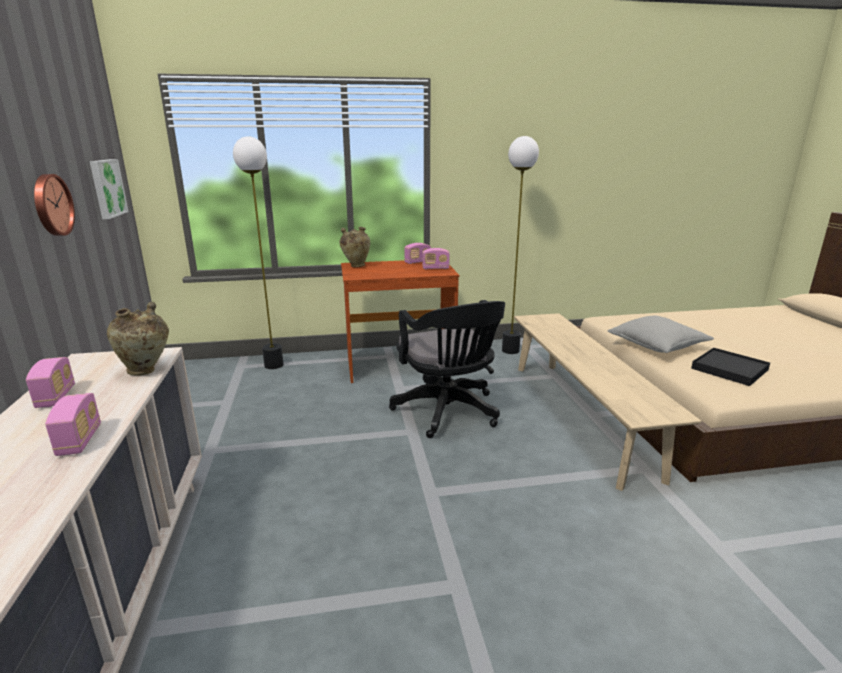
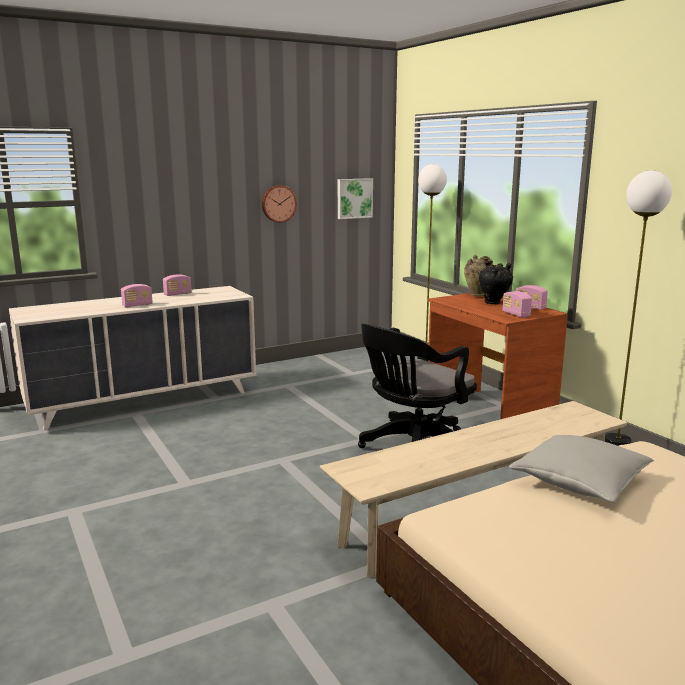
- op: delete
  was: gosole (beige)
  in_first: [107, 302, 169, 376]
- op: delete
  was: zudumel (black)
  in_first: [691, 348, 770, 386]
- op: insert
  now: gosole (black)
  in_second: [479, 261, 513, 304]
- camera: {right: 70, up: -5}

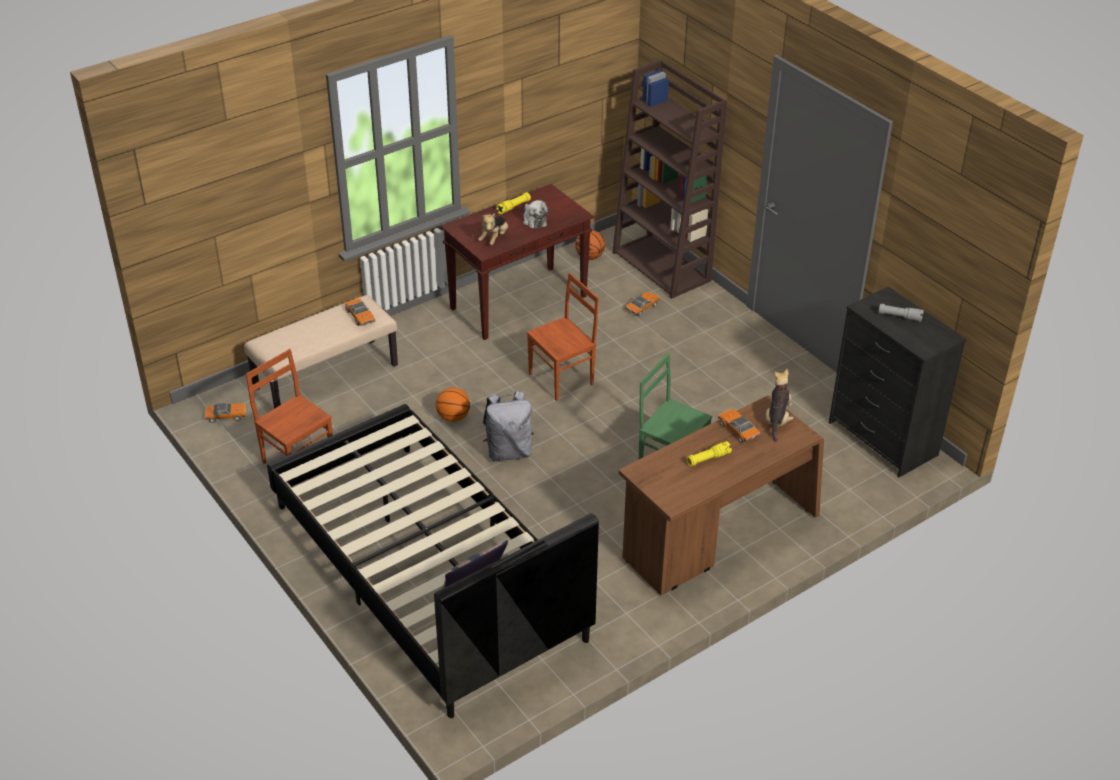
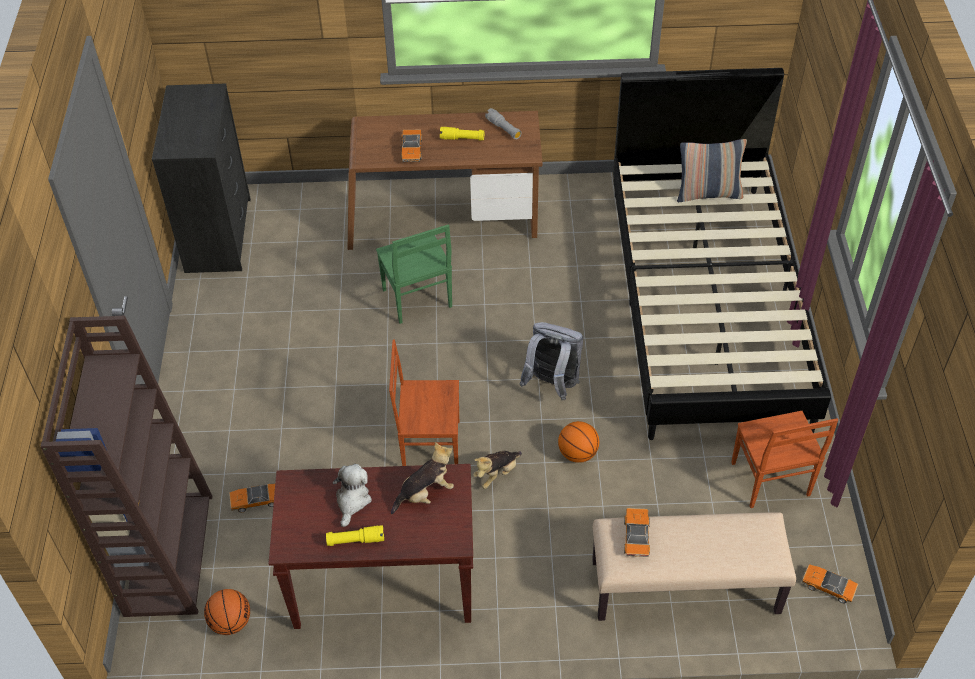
- op: move
  was: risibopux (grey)
  in_first: [878, 304, 924, 322]
  in_second: [485, 108, 522, 139]
- op: move
  was: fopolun
  in_first: [766, 369, 794, 442]
  in_second: [473, 451, 522, 489]
- camera: {right: -145, up: 10}

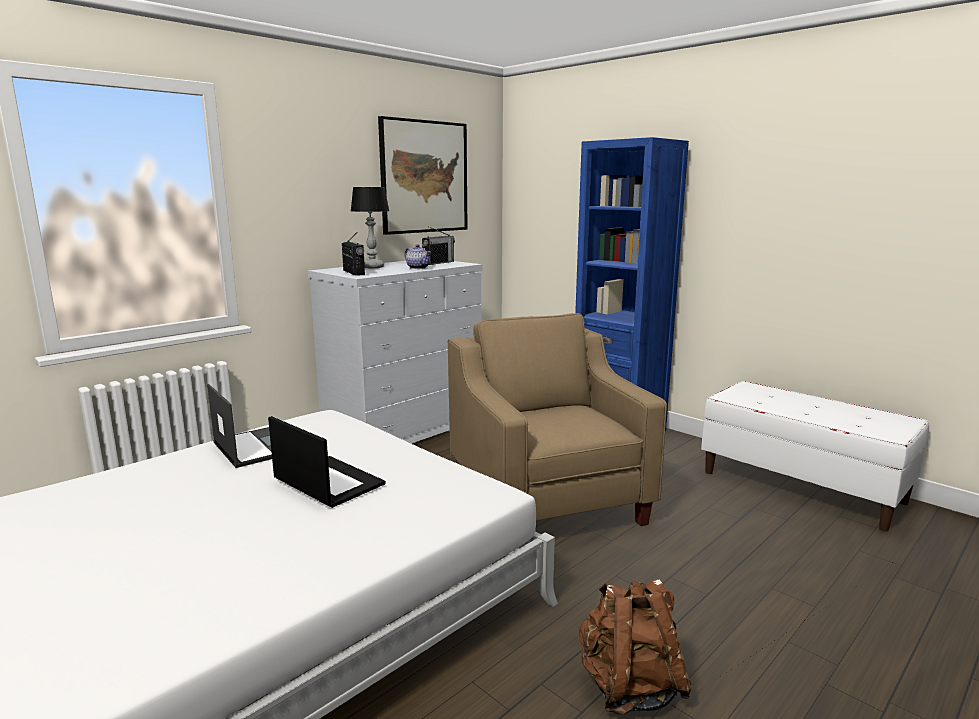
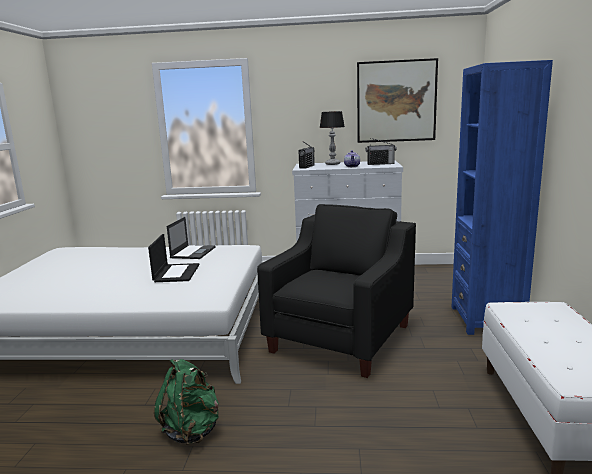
- op: recolor
  was: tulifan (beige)
  now: tulifan (black)
  in_first: [448, 313, 667, 526]
  in_second: [257, 204, 416, 378]
- op: recolor
  was: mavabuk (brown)
  now: mavabuk (green)
  in_first: [579, 579, 692, 715]
  in_second: [154, 359, 219, 445]
- camera: {right: 50, up: 0}

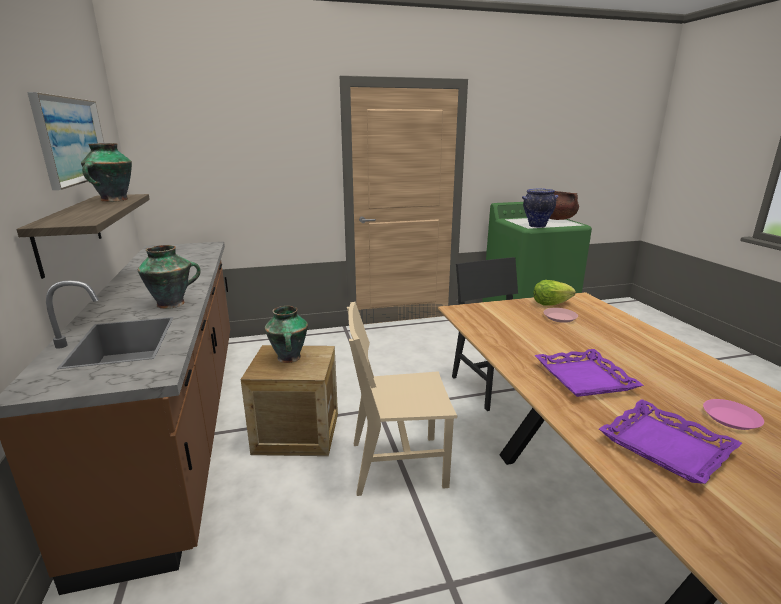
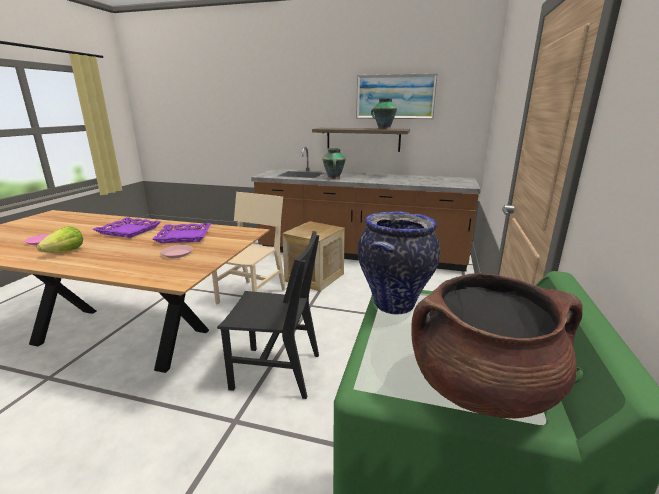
- op: move
  was: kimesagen
  in_first: [533, 280, 576, 305]
  in_second: [37, 226, 83, 253]
- op: delete
  was: gosole
  in_first: [265, 306, 308, 363]
- op: move
  was: zudumel (purple)
  in_first: [599, 399, 742, 484]
  in_second: [153, 223, 211, 243]
- camera: {right: 120, up: 0}

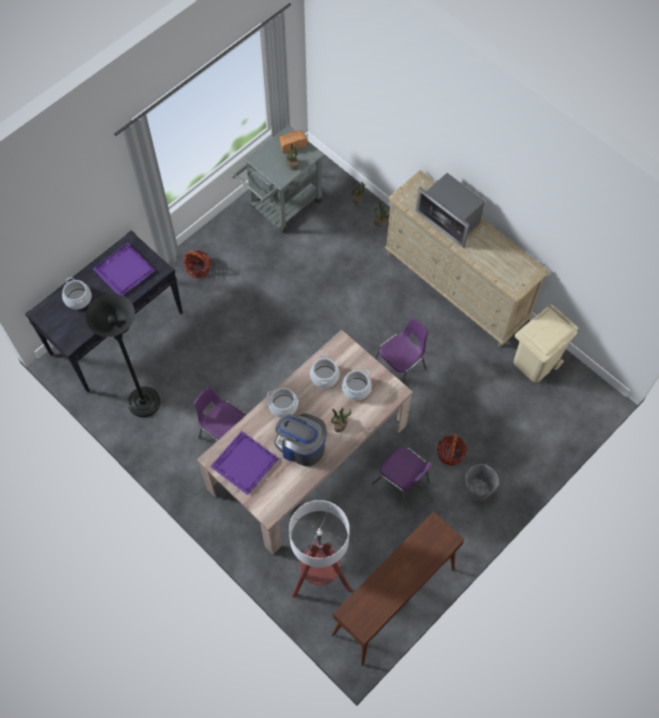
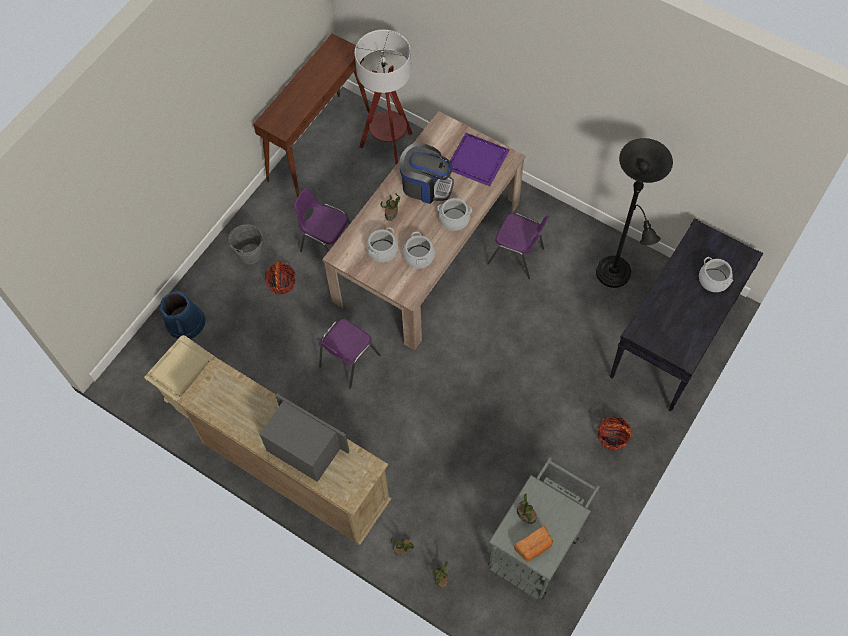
- op: delete
  was: zudumel (purple)
  in_first: [93, 243, 156, 296]
- op: insert
  now: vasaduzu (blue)
  in_second: [160, 291, 206, 339]
- camera: {right: 170, up: 0}

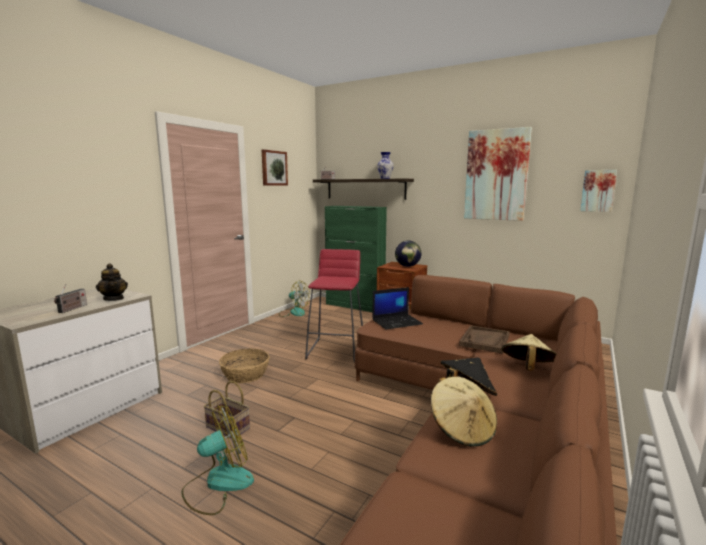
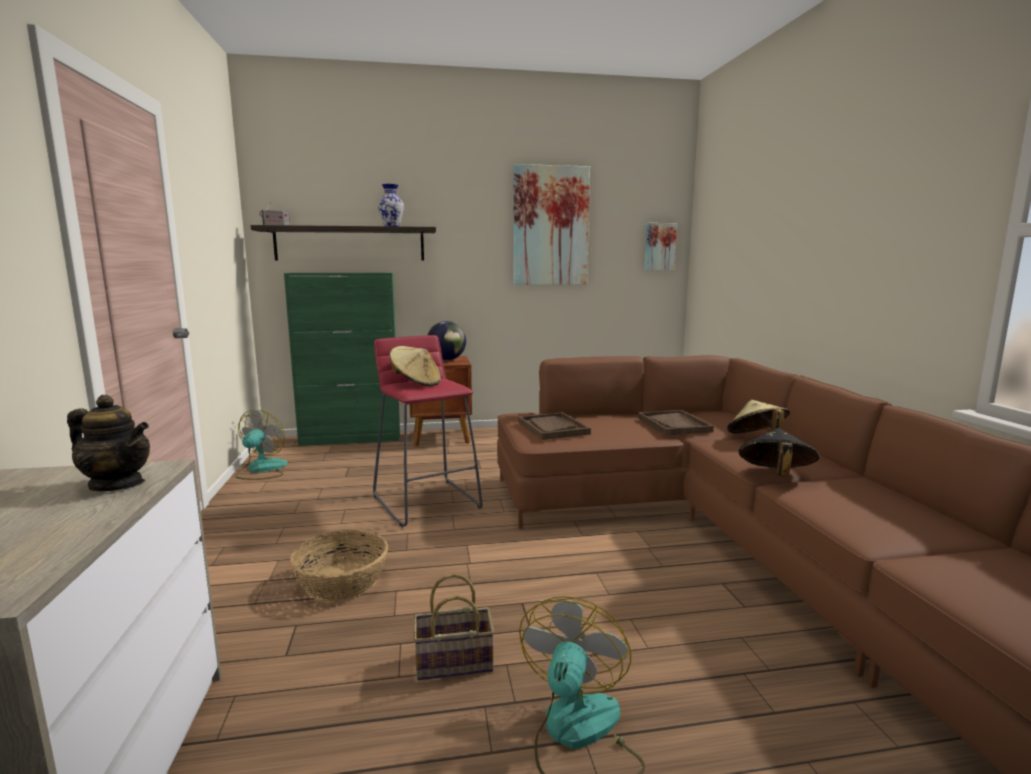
- op: delete
  was: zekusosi
  in_first: [262, 149, 288, 186]
- op: rotate
  was: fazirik
  in_first: [279, 281, 310, 317]
  in_second: [236, 410, 288, 480]
  clockwise: -60
- op: delete
  was: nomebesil
  in_first: [54, 284, 87, 313]
- op: replace
  was: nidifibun
  now: zudumel (brown)
  in_first: [372, 287, 423, 330]
  in_second: [518, 412, 591, 440]
- op: move
  was: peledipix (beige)
  in_first: [431, 377, 497, 447]
  in_second: [389, 346, 441, 386]
- camera: {right: -40, up: 0}

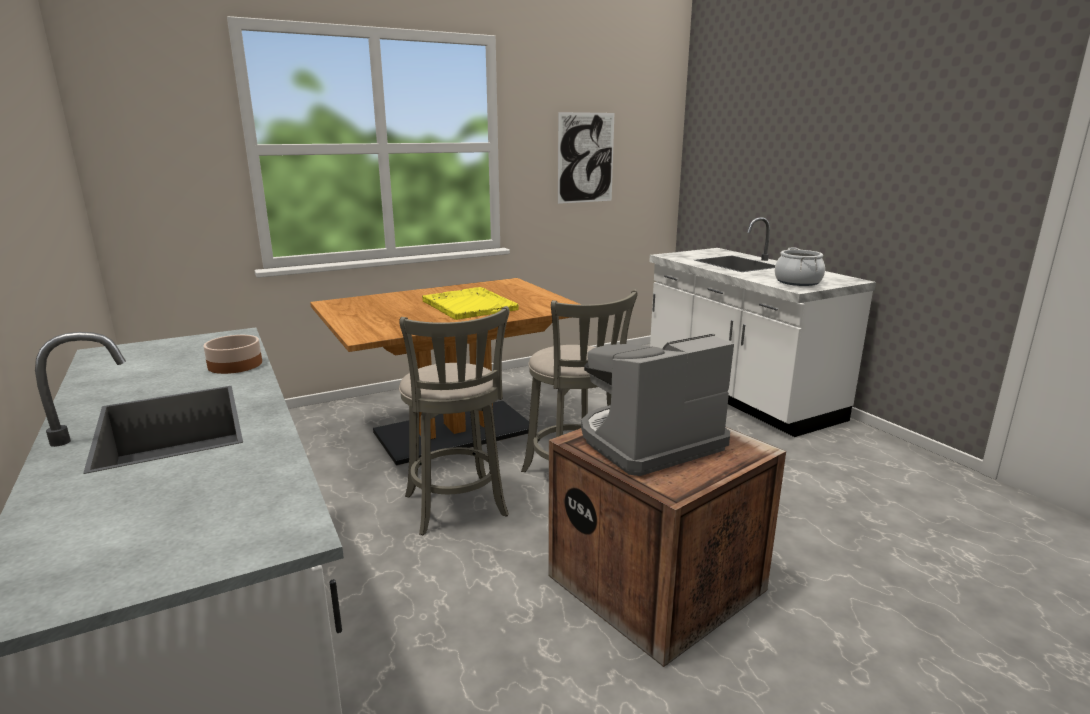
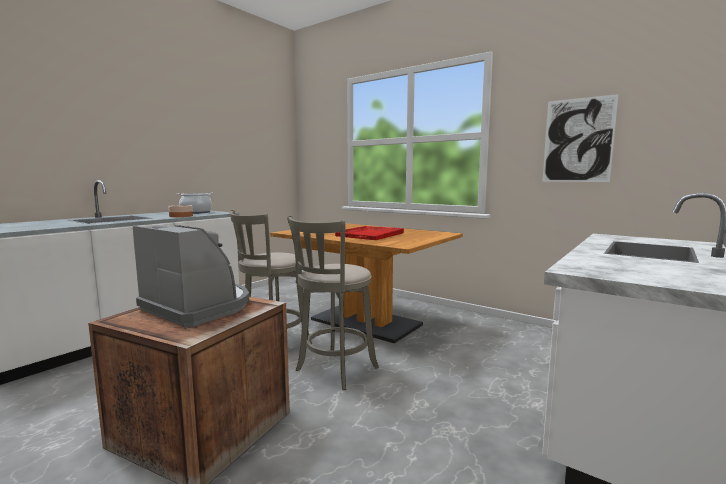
- op: move
  was: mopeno
  in_first: [775, 248, 825, 286]
  in_second: [177, 193, 213, 214]
- op: recolor
  was: zudumel (yellow)
  now: zudumel (red)
  in_first: [422, 287, 519, 320]
  in_second: [335, 226, 404, 240]
- camera: {right: 65, up: -10}

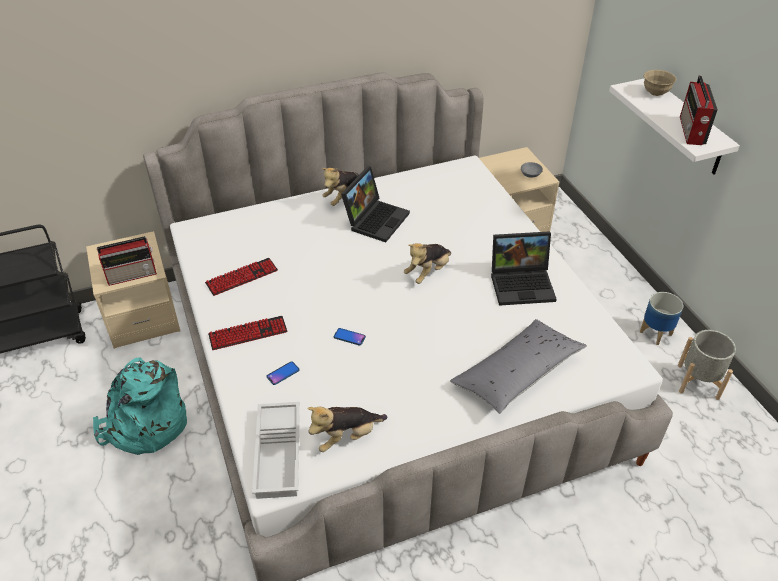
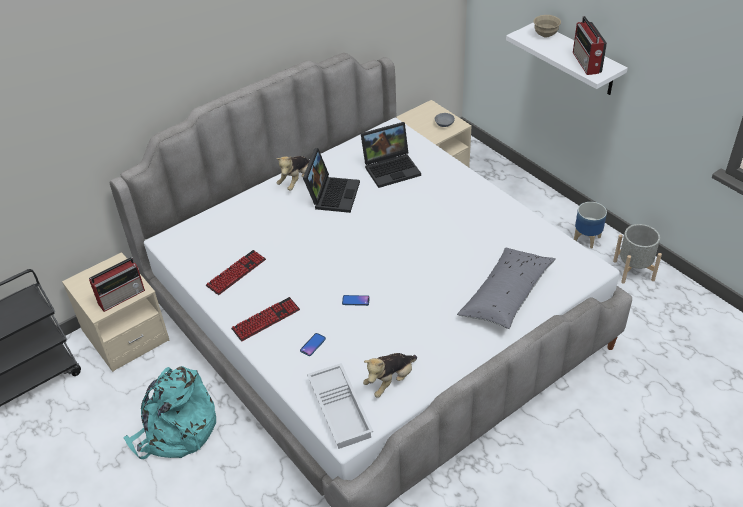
- op: move
  was: nidifibun
  in_first: [491, 231, 557, 306]
  in_second: [361, 122, 421, 188]
- op: delete
  was: fopolun
  in_first: [404, 243, 451, 284]
- camera: {right: -15, up: 0}

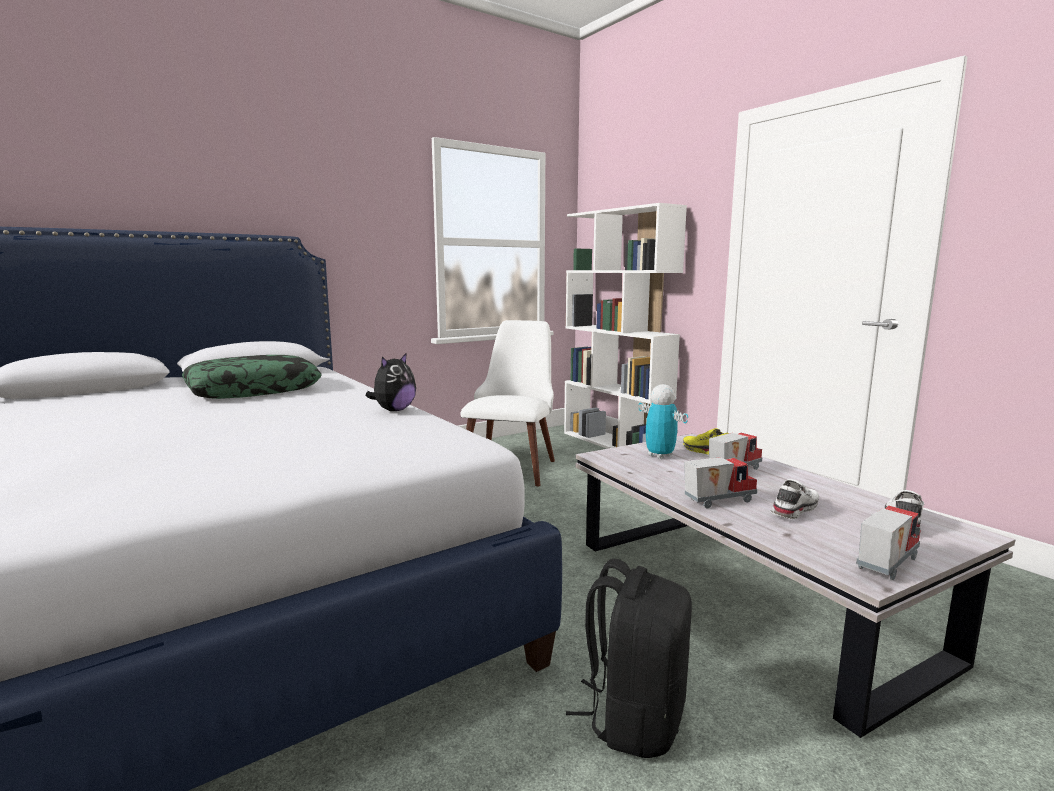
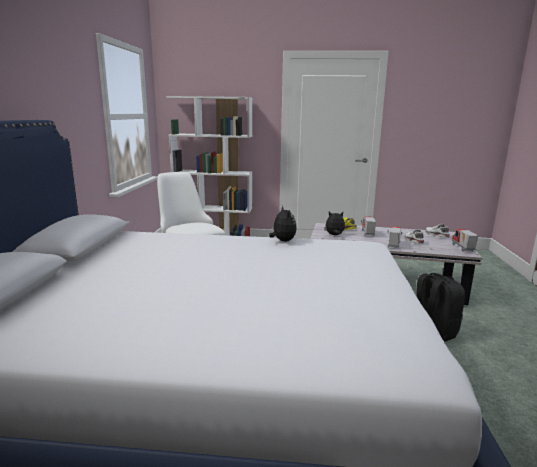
- op: delete
  was: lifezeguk
  in_first: [182, 355, 322, 399]
- op: replace
  was: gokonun
  now: fopolun
  in_first: [638, 384, 688, 459]
  in_second: [324, 211, 345, 235]
- camera: {right: -50, up: 5}

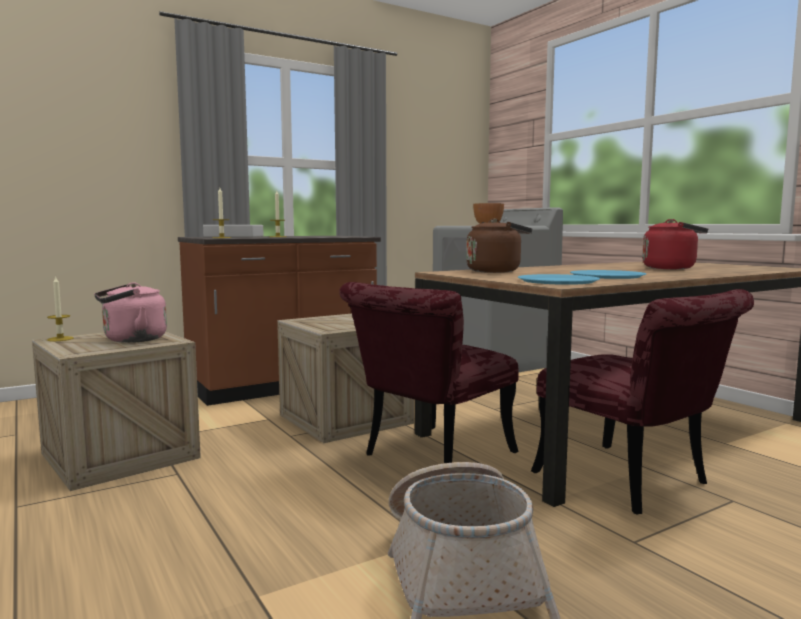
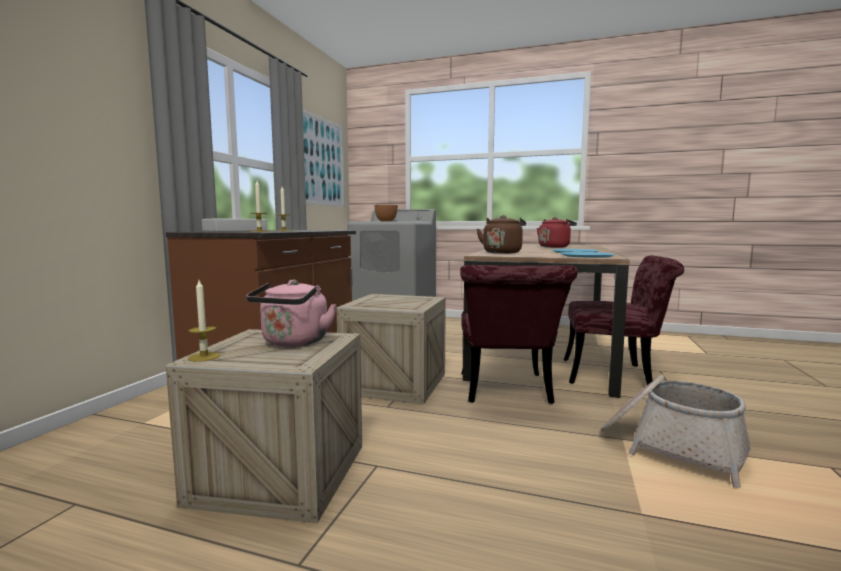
- op: insert
  now: zekusosi
  in_second: [303, 109, 345, 207]
- camera: {right: -40, up: 0}

